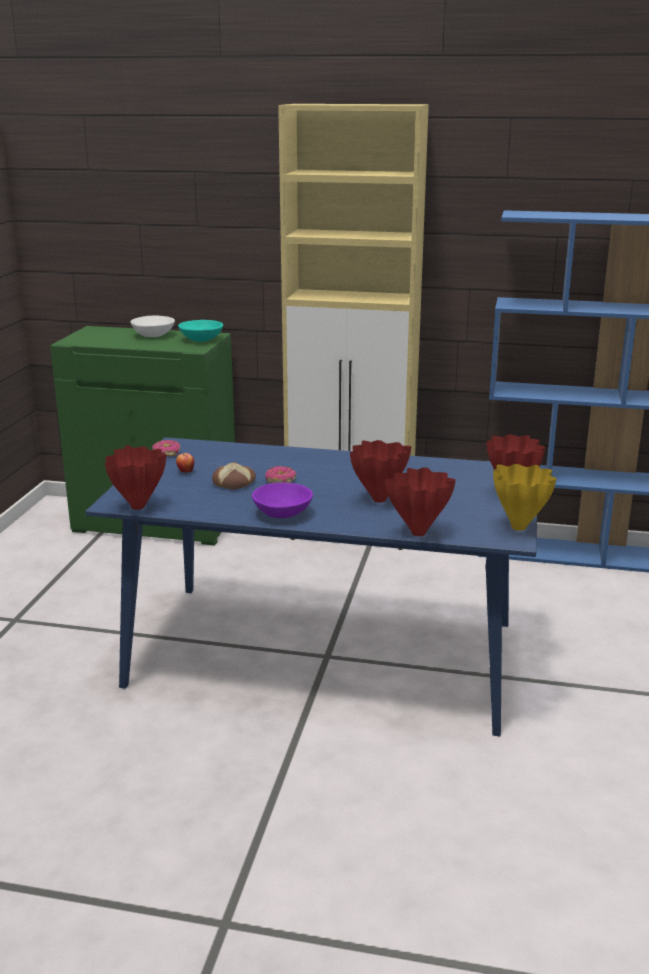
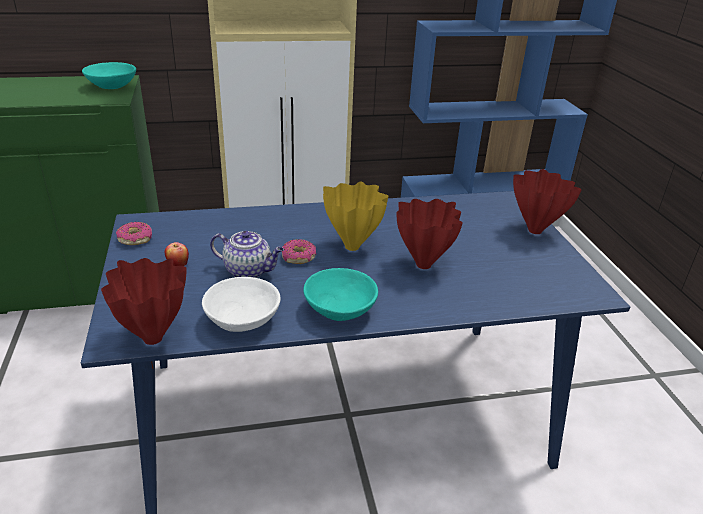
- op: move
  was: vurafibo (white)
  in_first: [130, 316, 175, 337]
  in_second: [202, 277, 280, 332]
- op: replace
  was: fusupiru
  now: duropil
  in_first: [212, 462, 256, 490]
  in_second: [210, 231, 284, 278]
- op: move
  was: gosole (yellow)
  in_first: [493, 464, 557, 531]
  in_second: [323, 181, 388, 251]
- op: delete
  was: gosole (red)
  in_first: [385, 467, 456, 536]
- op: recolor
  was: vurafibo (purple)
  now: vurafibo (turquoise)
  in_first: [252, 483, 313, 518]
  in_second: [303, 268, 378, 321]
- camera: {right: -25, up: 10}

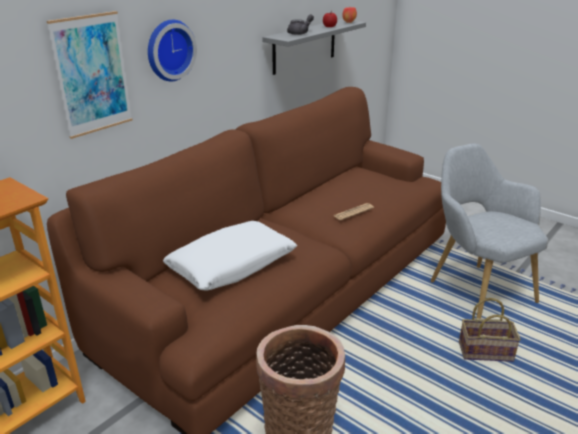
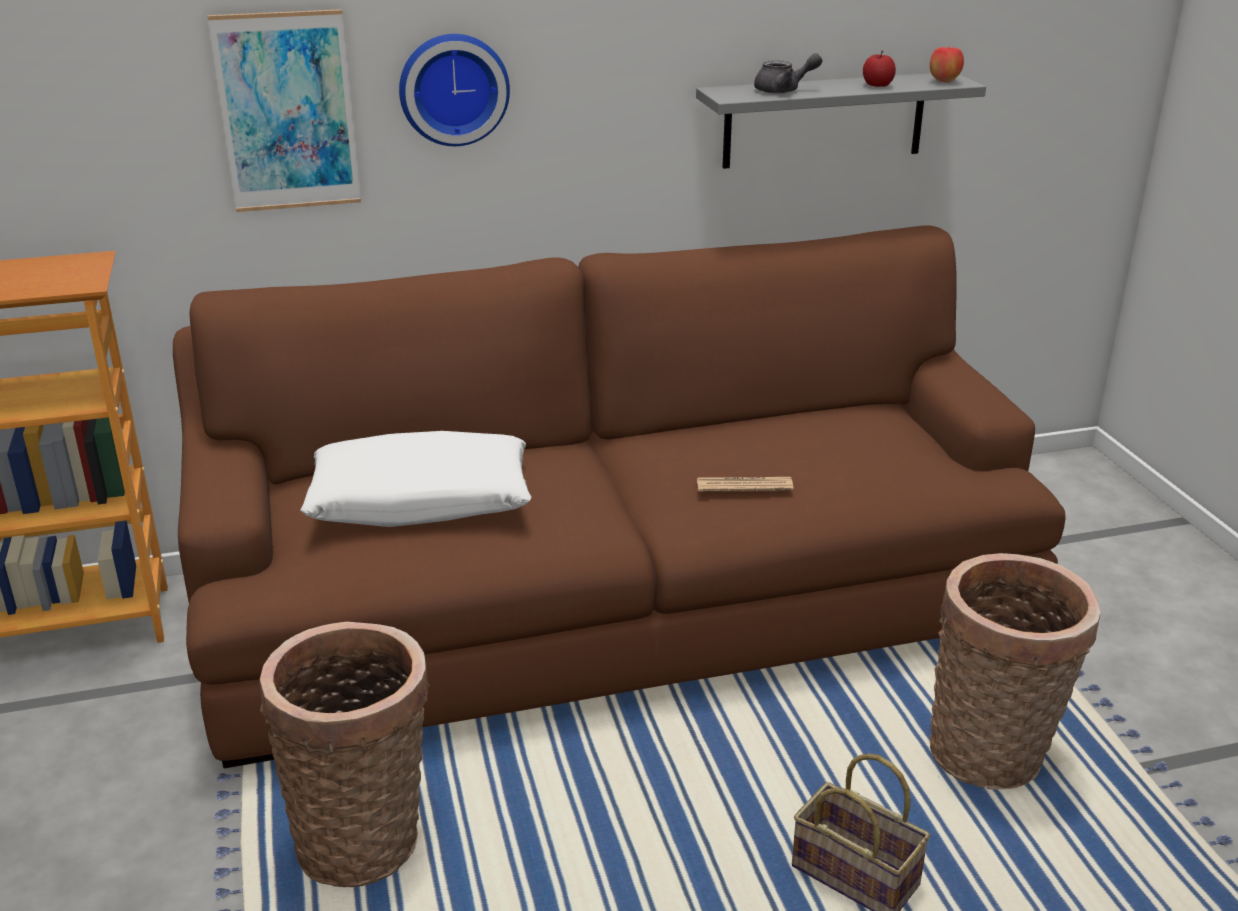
- op: replace
  was: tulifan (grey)
  now: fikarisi
  in_first: [431, 143, 548, 319]
  in_second: [930, 553, 1100, 790]
- camera: {right: 35, up: 0}

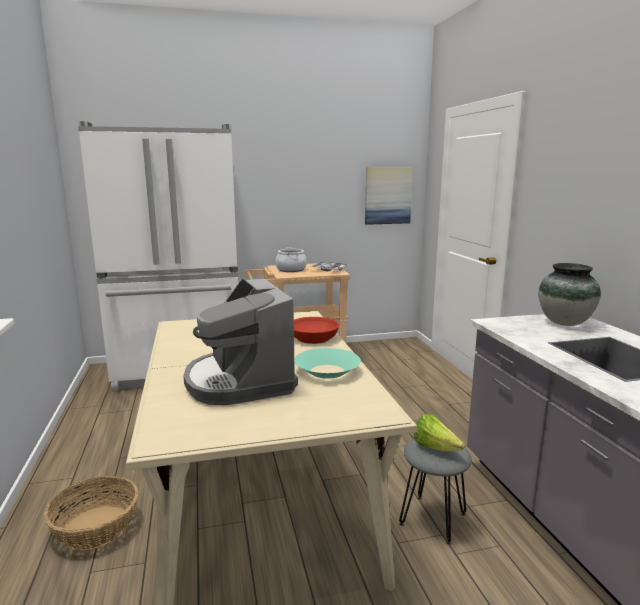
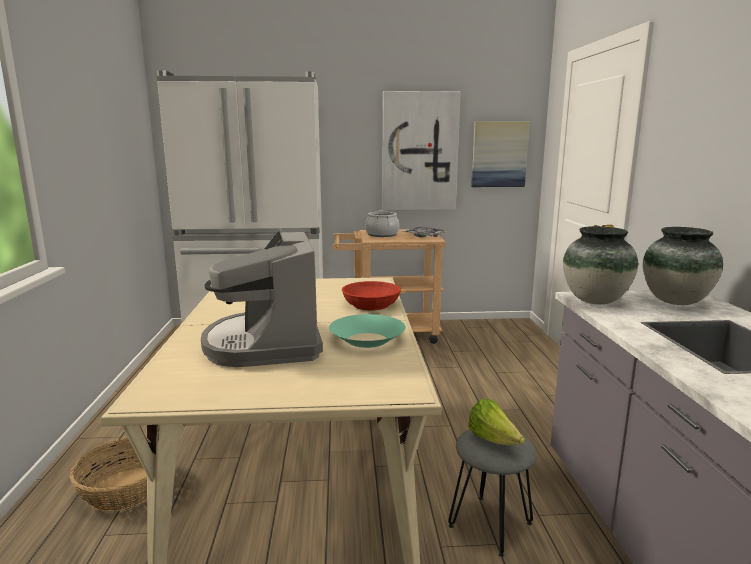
- op: insert
  now: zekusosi
  in_second: [382, 91, 461, 210]
- op: insert
  now: gosole
  in_second: [563, 226, 638, 304]
- camera: {right: 10, up: 0}

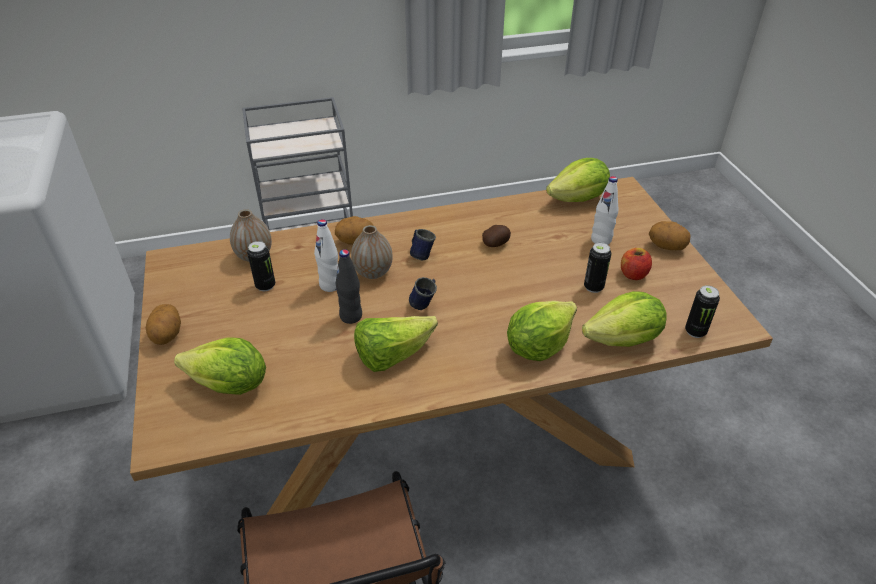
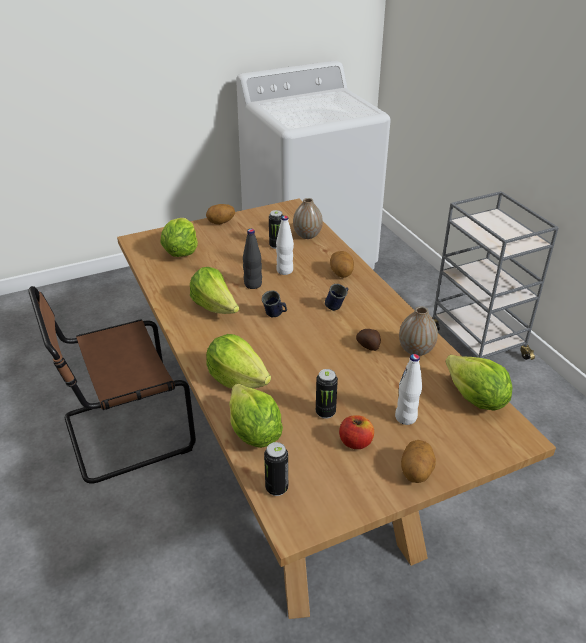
- op: move
  was: gosole
  in_first: [351, 225, 393, 279]
  in_second: [399, 306, 438, 356]
- camera: {right: 80, up: -5}

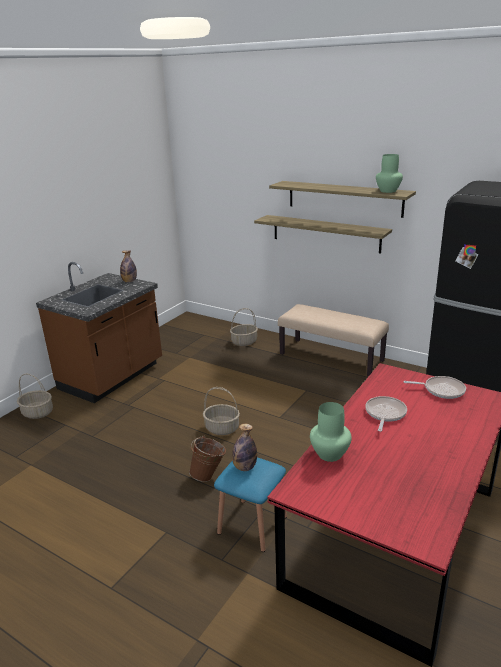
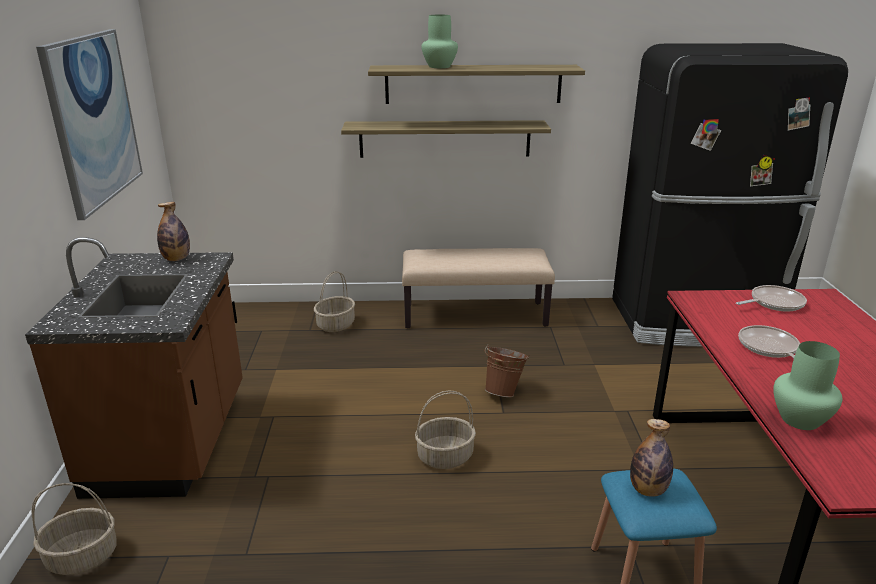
- op: move
  was: gosole (green)
  in_first: [376, 154, 403, 193]
  in_second: [421, 15, 458, 68]
- op: move
  was: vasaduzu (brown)
  in_first: [189, 435, 226, 482]
  in_second: [485, 344, 529, 397]
- op: insert
  now: zekusosi
  in_second: [36, 29, 143, 220]
- camera: {right: -35, up: 0}

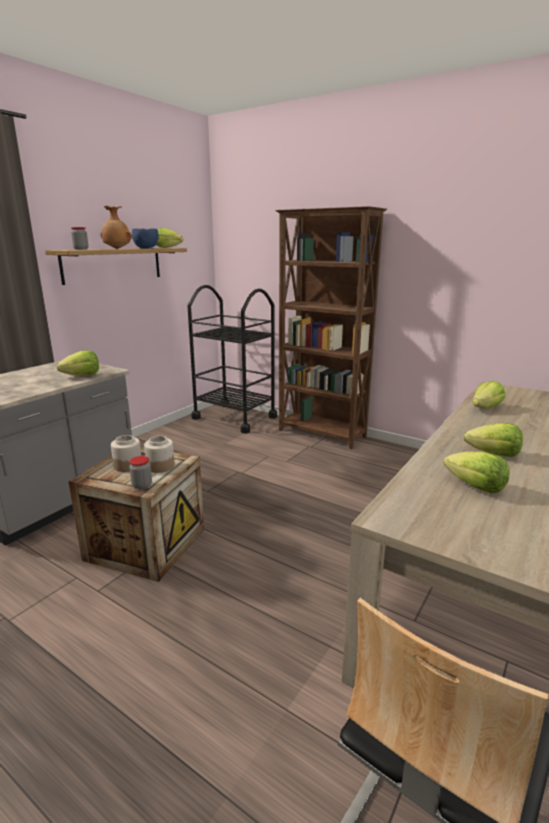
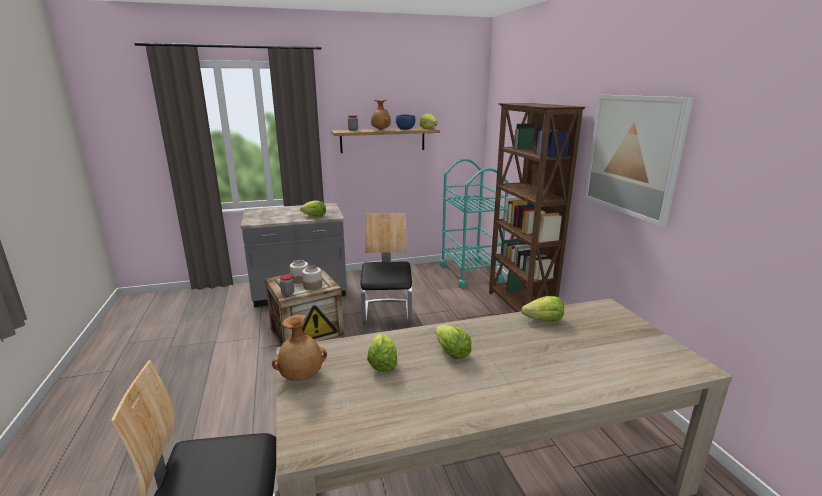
- op: recolor
  was: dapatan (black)
  now: dapatan (turquoise)
  in_first: [188, 285, 277, 433]
  in_second: [440, 158, 509, 288]
- op: insert
  now: zekusosi
  in_second: [584, 95, 694, 227]
- op: insert
  now: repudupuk
  in_second: [360, 213, 412, 325]
- op: insert
  now: gosole (brown)
  in_second: [272, 315, 327, 381]
- camera: {right: 40, up: 0}

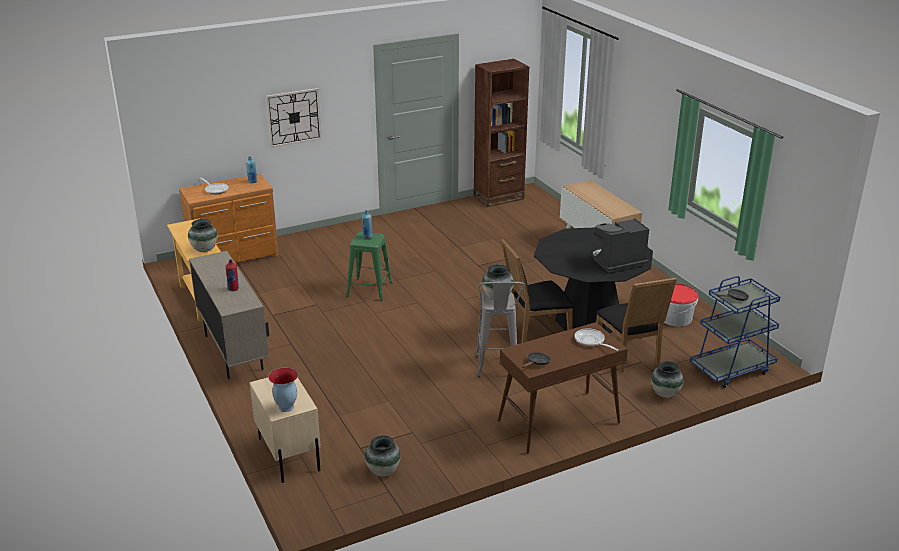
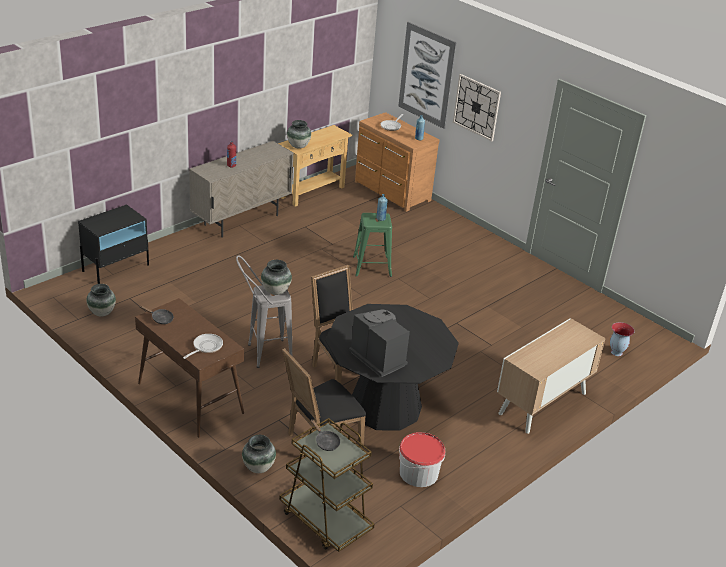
- op: delete
  was: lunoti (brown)
  in_first: [473, 59, 529, 207]
- op: recolor
  was: dapatan (blue)
  now: dapatan (brown)
  in_first: [690, 276, 780, 388]
  in_second: [279, 418, 374, 552]
- op: move
  was: gosole
  in_first: [268, 368, 298, 412]
  in_second: [610, 322, 635, 356]
- op: recolor
  was: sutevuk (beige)
  now: sutevuk (black)
  in_first: [249, 377, 321, 483]
  in_second: [78, 204, 149, 284]
- op: insert
  now: zekusosi
  in_second: [399, 22, 457, 129]
- camera: {right: 70, up: 5}

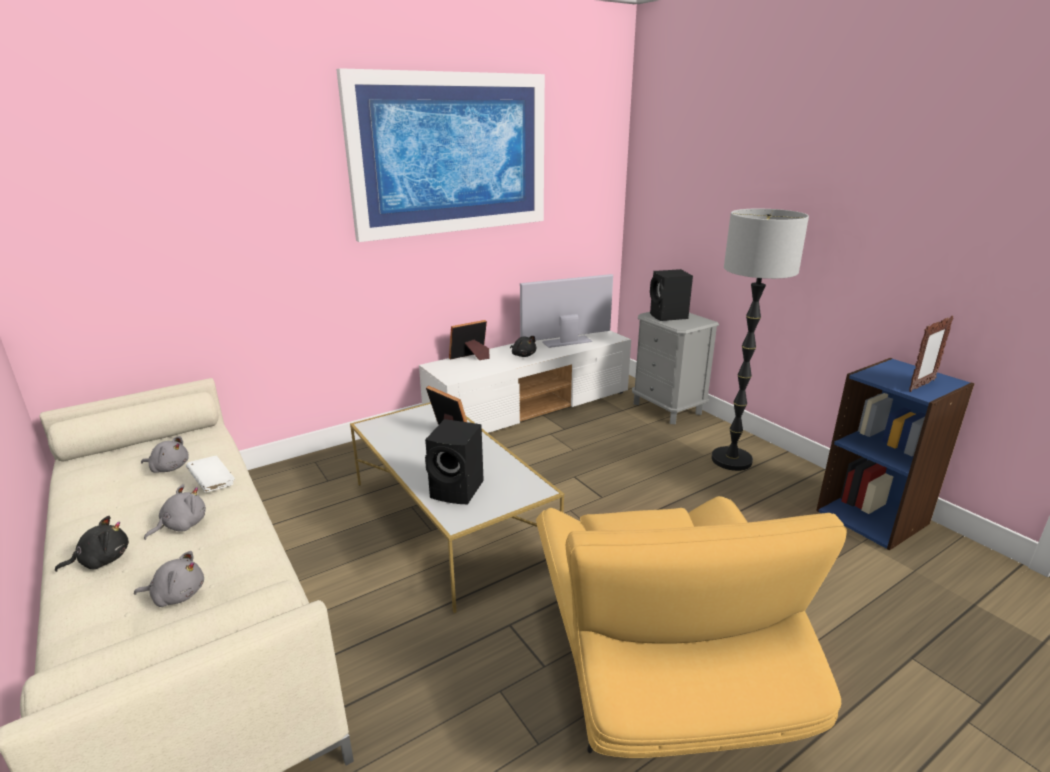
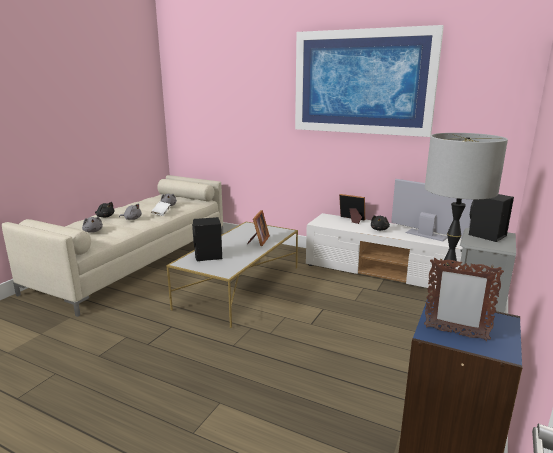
- op: delete
  was: tulifan (yellow)
  in_first: [536, 496, 847, 758]
- camera: {right: 60, up: -5}

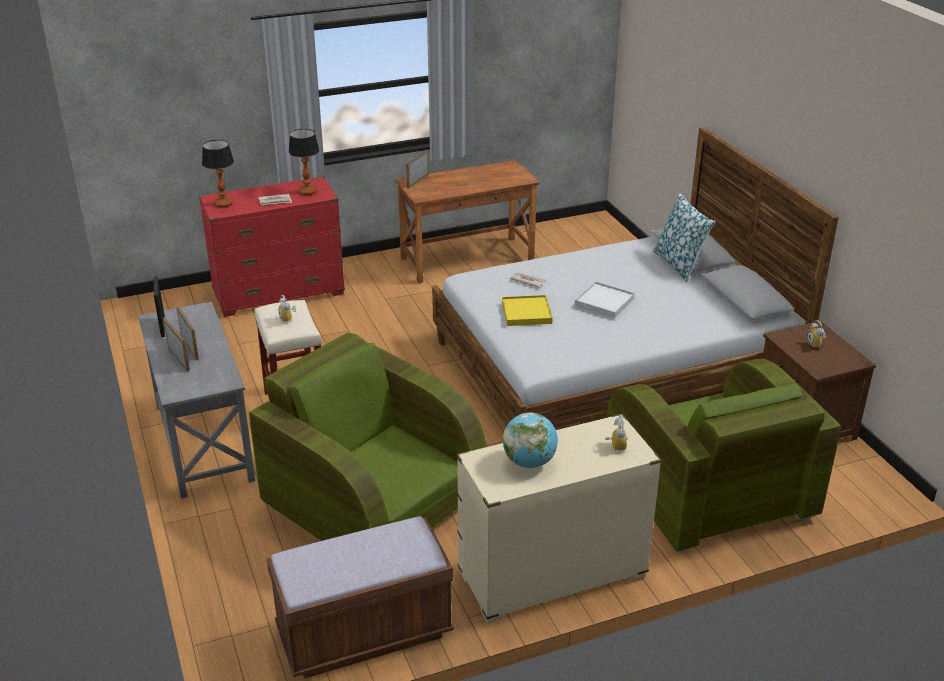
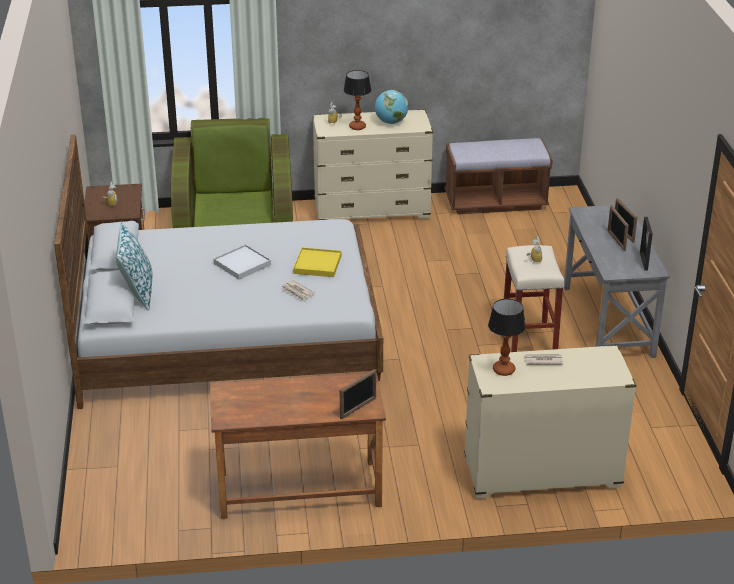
- op: move
  was: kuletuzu
  in_first: [202, 140, 234, 208]
  in_second: [344, 70, 371, 130]
- op: recolor
  was: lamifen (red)
  now: lamifen (beige)
  in_first: [199, 176, 345, 317]
  in_second: [464, 345, 636, 499]
- op: delete
  was: tulifan (green)
  in_first: [249, 332, 487, 541]
- camera: {right: -165, up: 0}

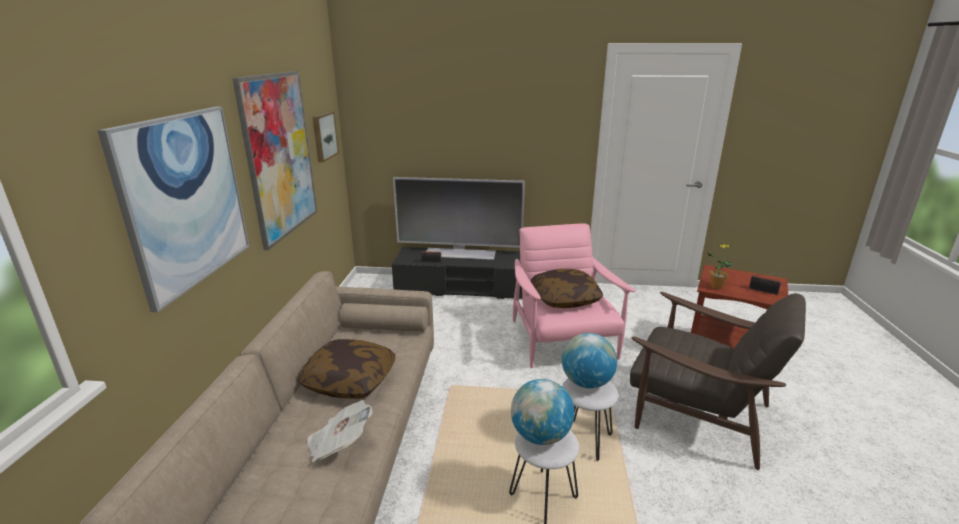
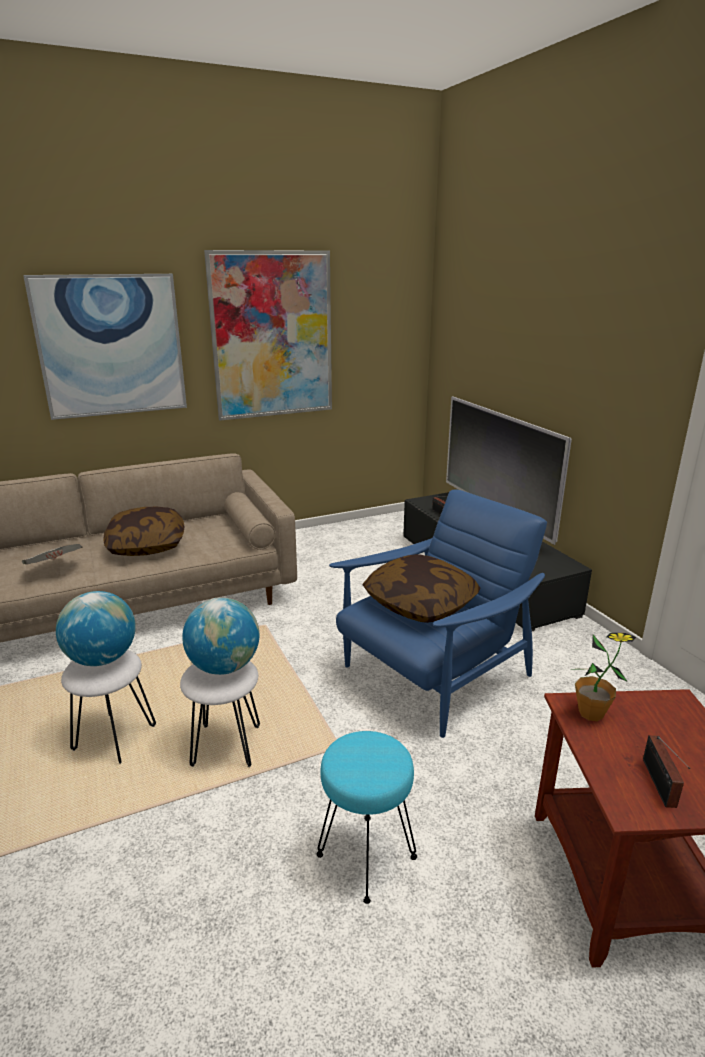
- op: delete
  was: zekusosi
  in_first: [313, 112, 339, 162]
- op: recolor
  was: tulifan (pink)
  now: tulifan (blue)
  in_first: [513, 223, 636, 368]
  in_second: [329, 489, 547, 738]
- op: replace
  was: tulifan (brown)
  now: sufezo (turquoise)
  in_first: [630, 292, 806, 470]
  in_second: [316, 731, 417, 904]
- camera: {right: 60, up: 0}

